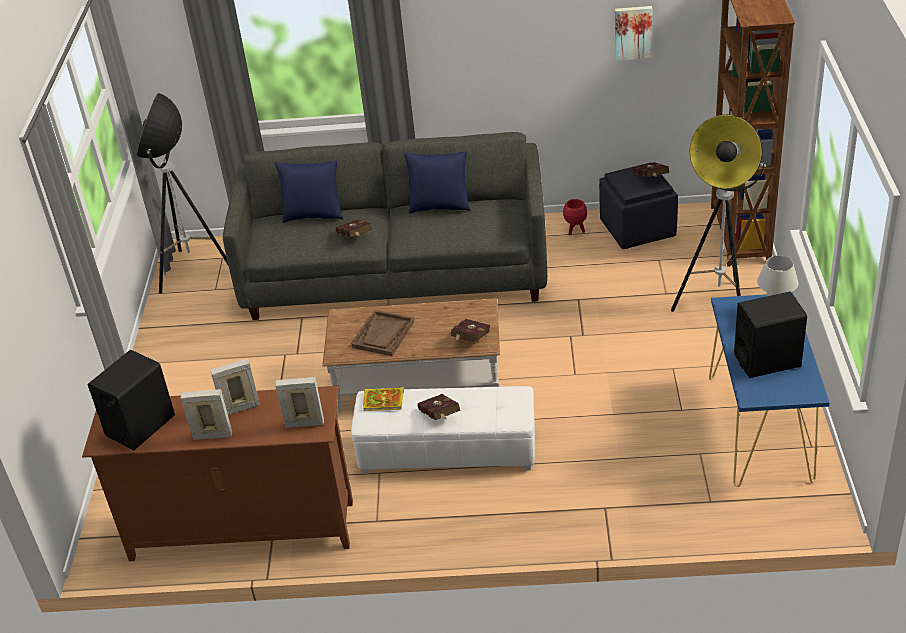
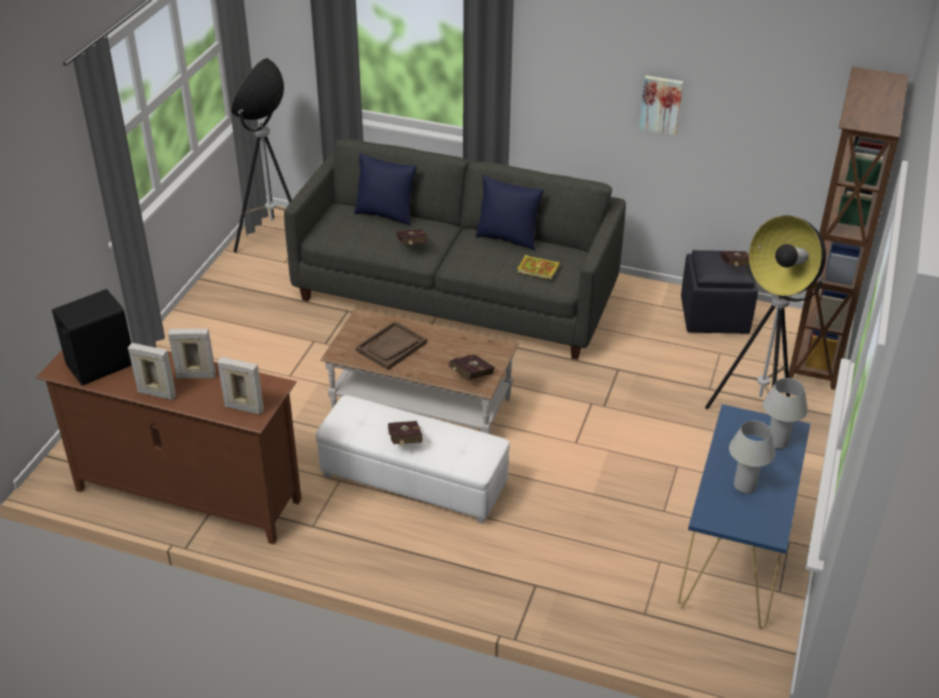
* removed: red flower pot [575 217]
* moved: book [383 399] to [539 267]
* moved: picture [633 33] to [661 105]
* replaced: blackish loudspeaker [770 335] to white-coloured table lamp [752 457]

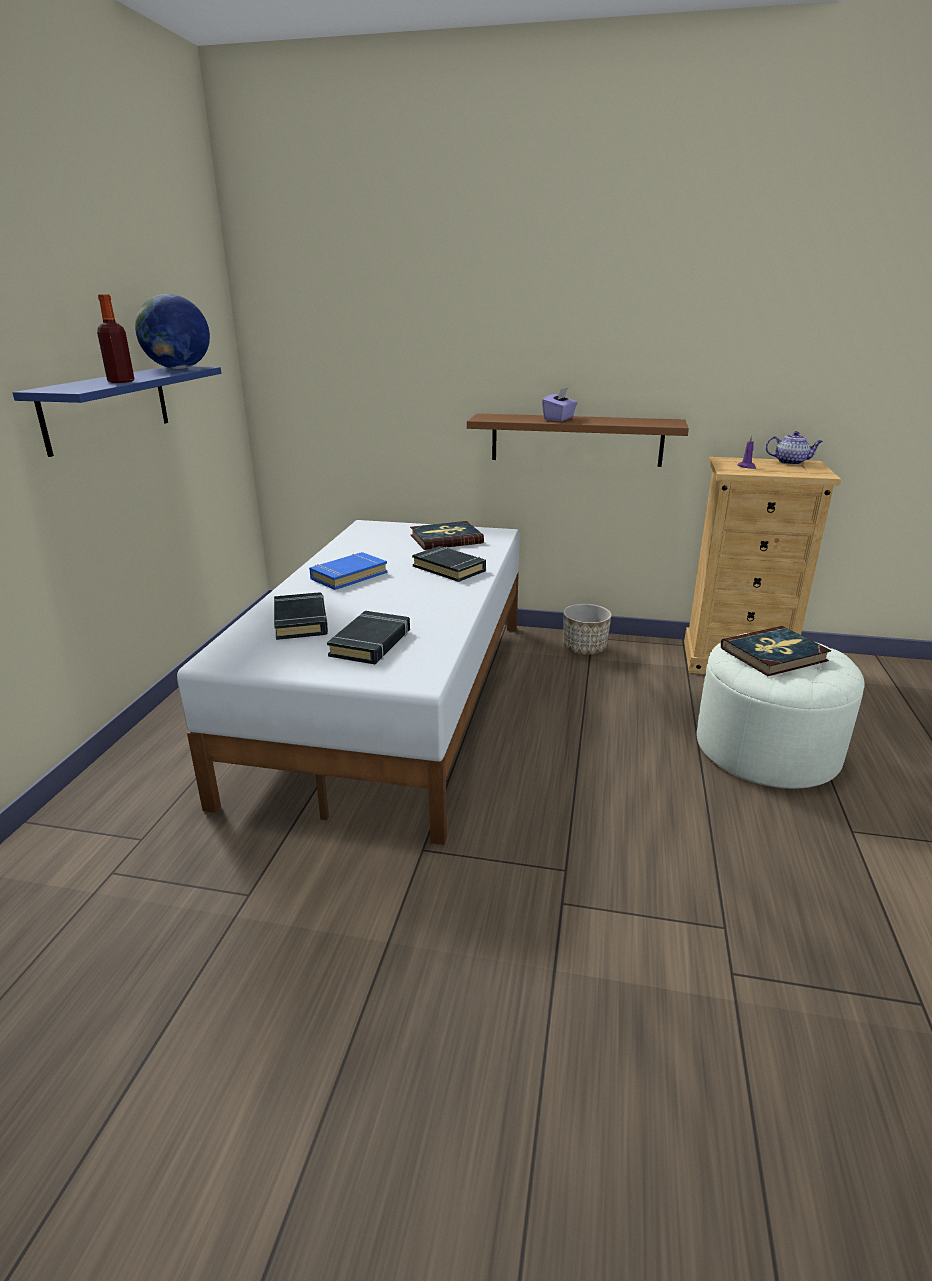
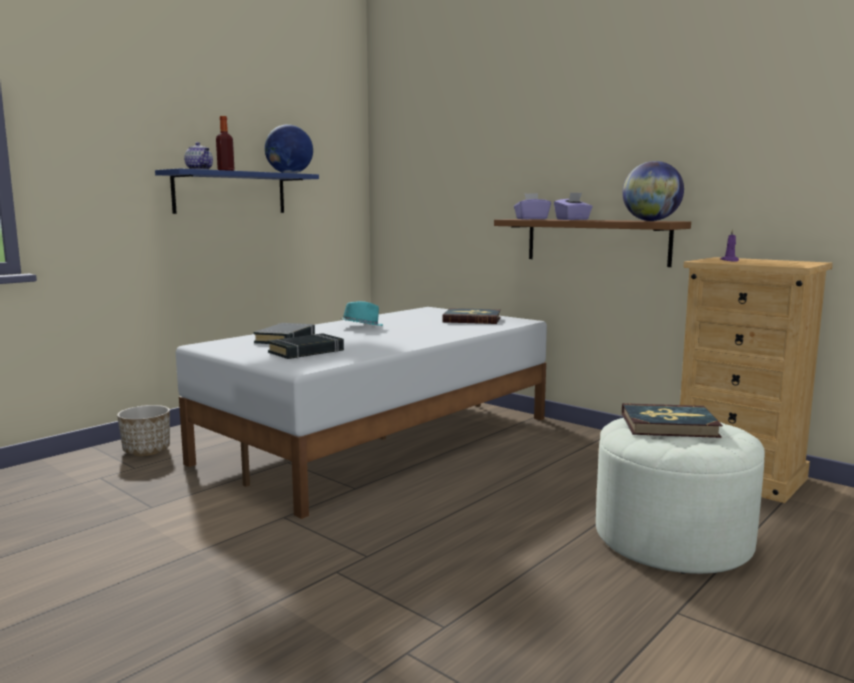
* removed: blackish book [449 564]
* added: purple-coloured box of tissues [532 206]
* added: globe [653 191]
* moved: flower pot [587 629] to [143 430]
* moved: tea pot [794 448] to [198 156]
* replaced: blue-coloured book [348 571] to blue-green hat [361 313]

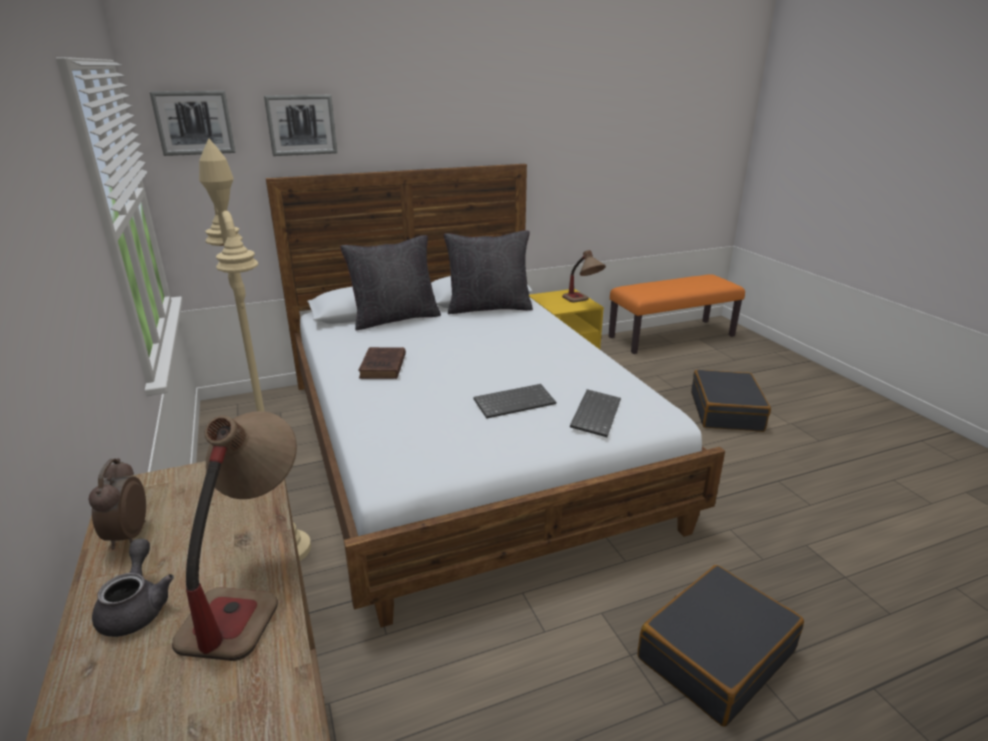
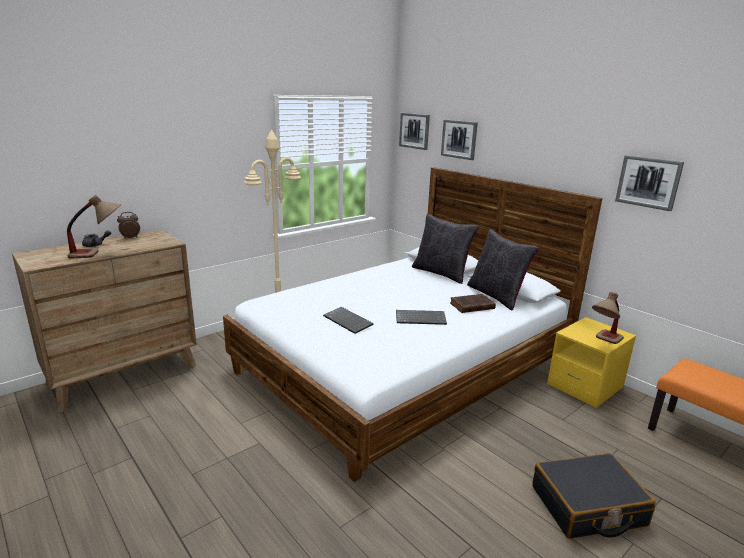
* removed: blackish suitcase [721 646]
* added: picture [649 183]
* moved: brown book [382 363] to [473 303]
* moved: PC keyboard [595 413] to [421 317]

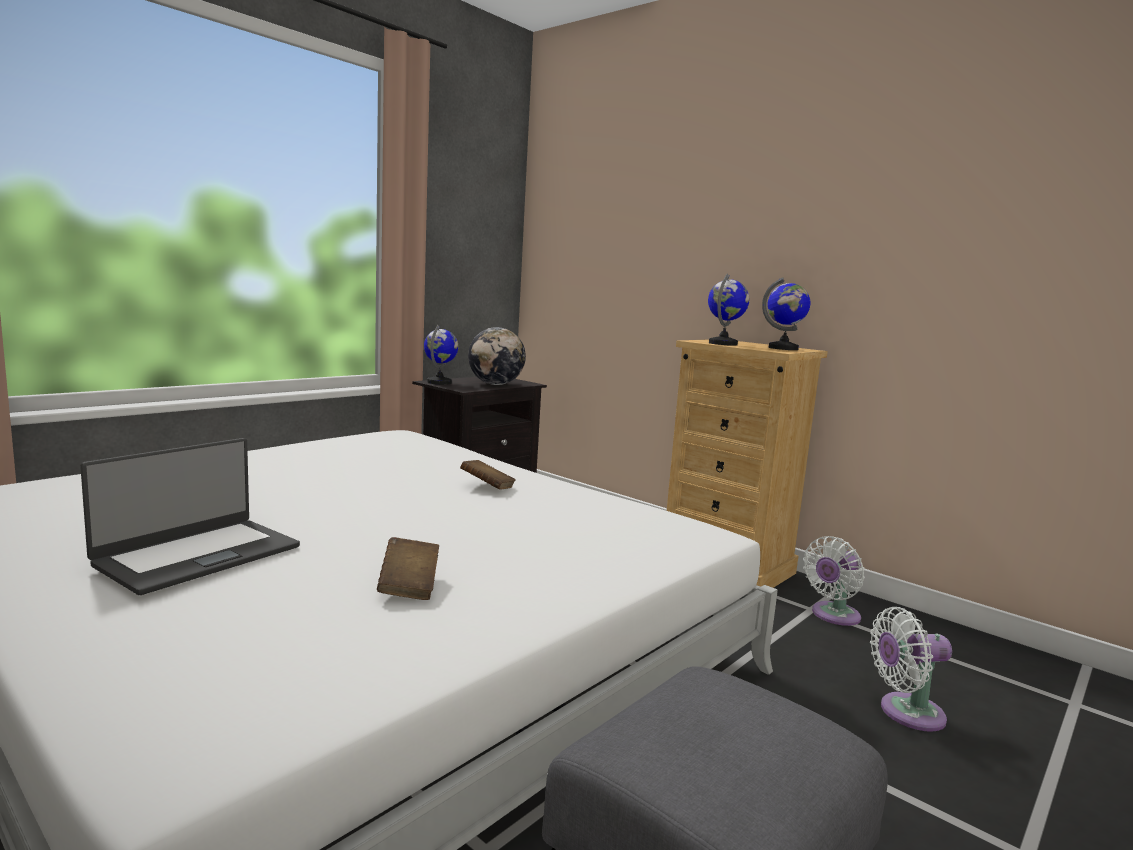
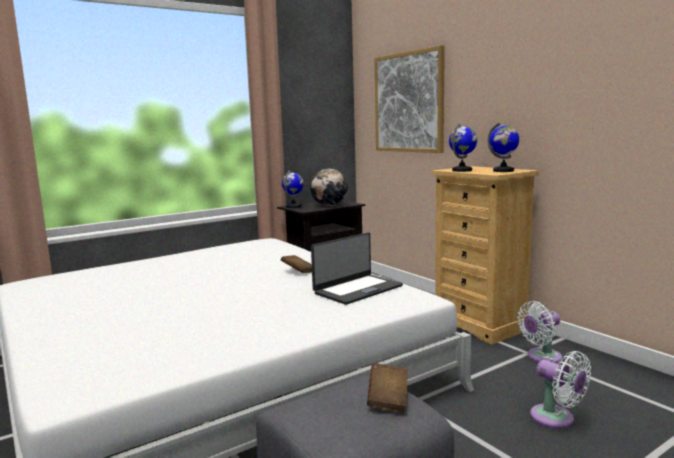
* added: picture [410 99]
* moved: portable computer [190 516] to [357 268]
* moved: brown book [408 568] to [387 387]
* turned: white-coloured cooling fan [911 669] = [560 390] 135 degrees counterclockwise

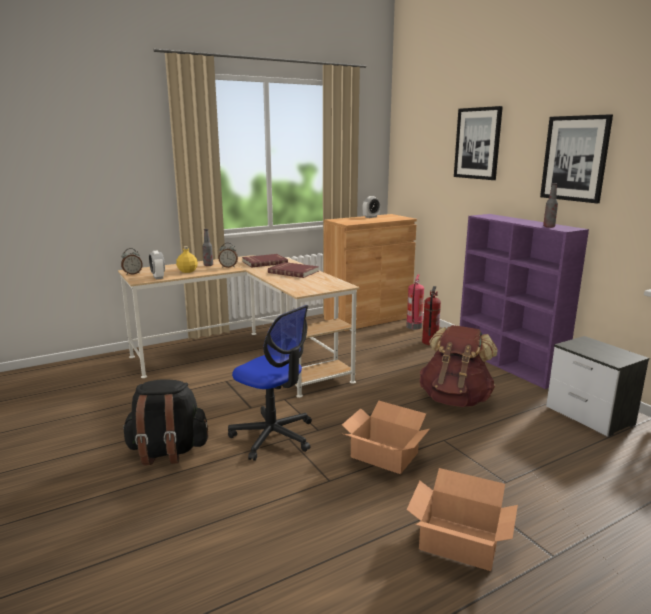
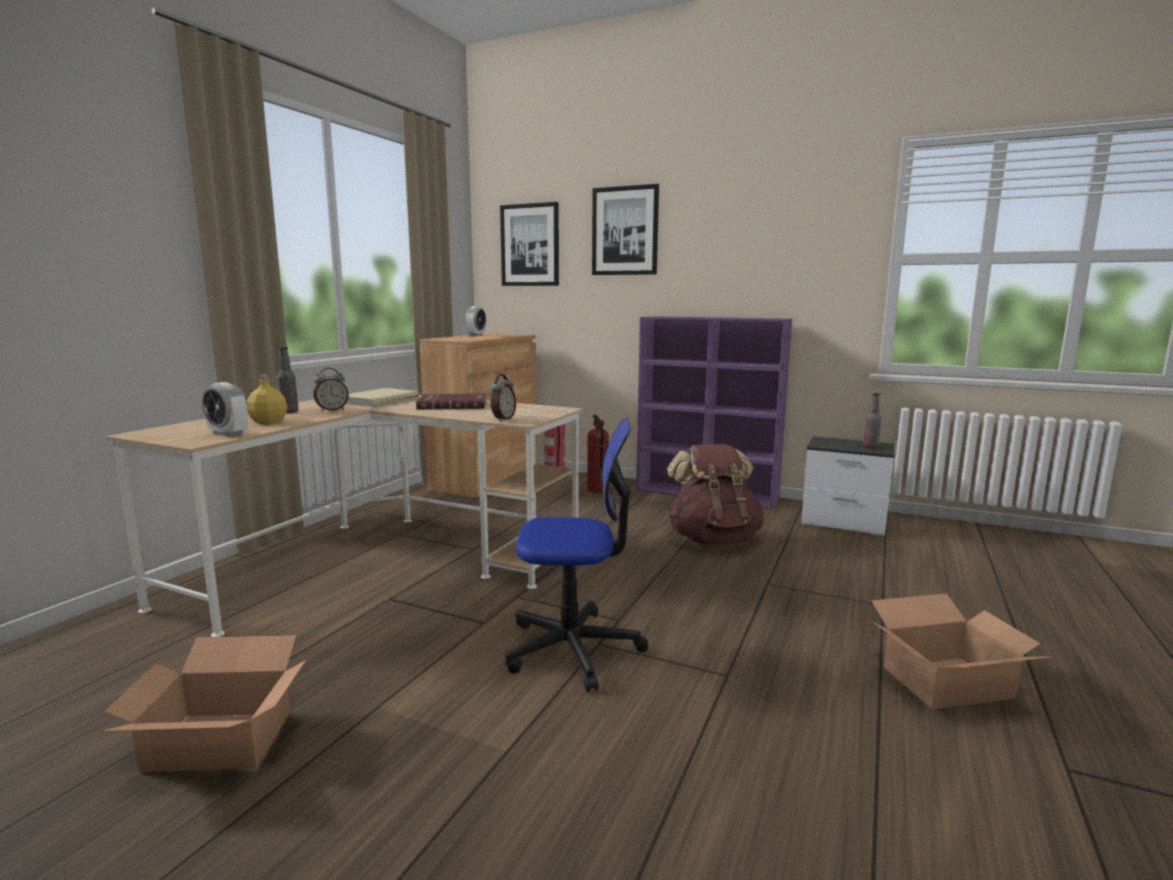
* removed: blackish backpack [165 422]
* moved: table clock [132 261] to [503 397]
* moved: packing box [386 437] to [204 703]
* moved: picture [576 158] to [529 244]
* moved: beverage bottle [550 205] to [872 420]
* recoloured: red book [265 261] to sand-coloured book [382 397]

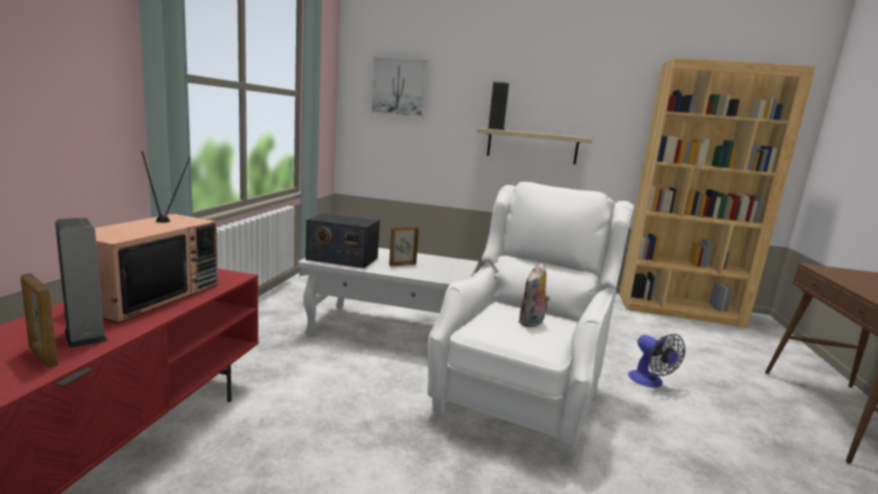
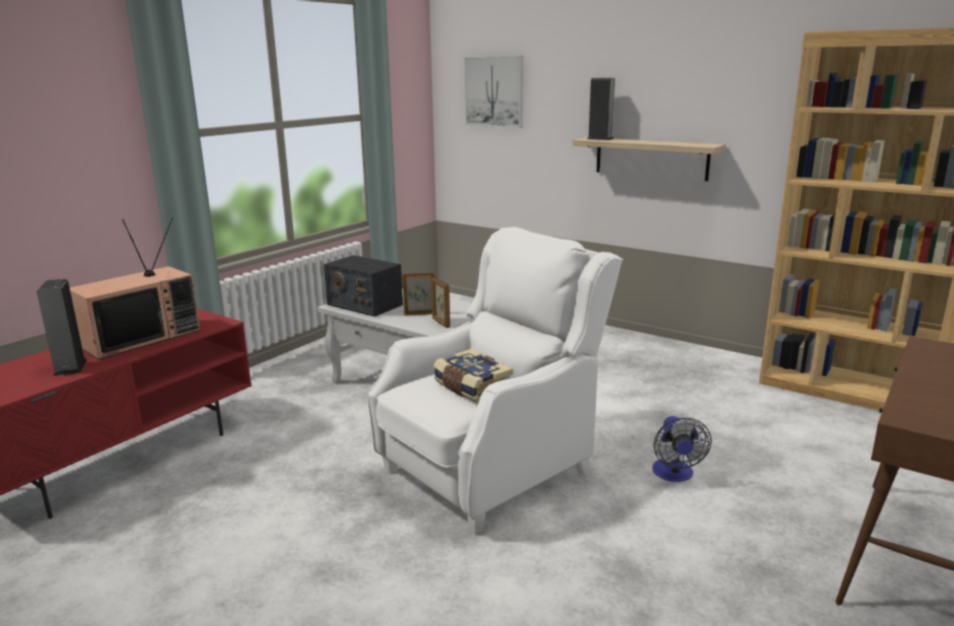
* moved: photo frame [39 320] to [440 302]
* replaced: plush toy [534 295] to book [473 376]

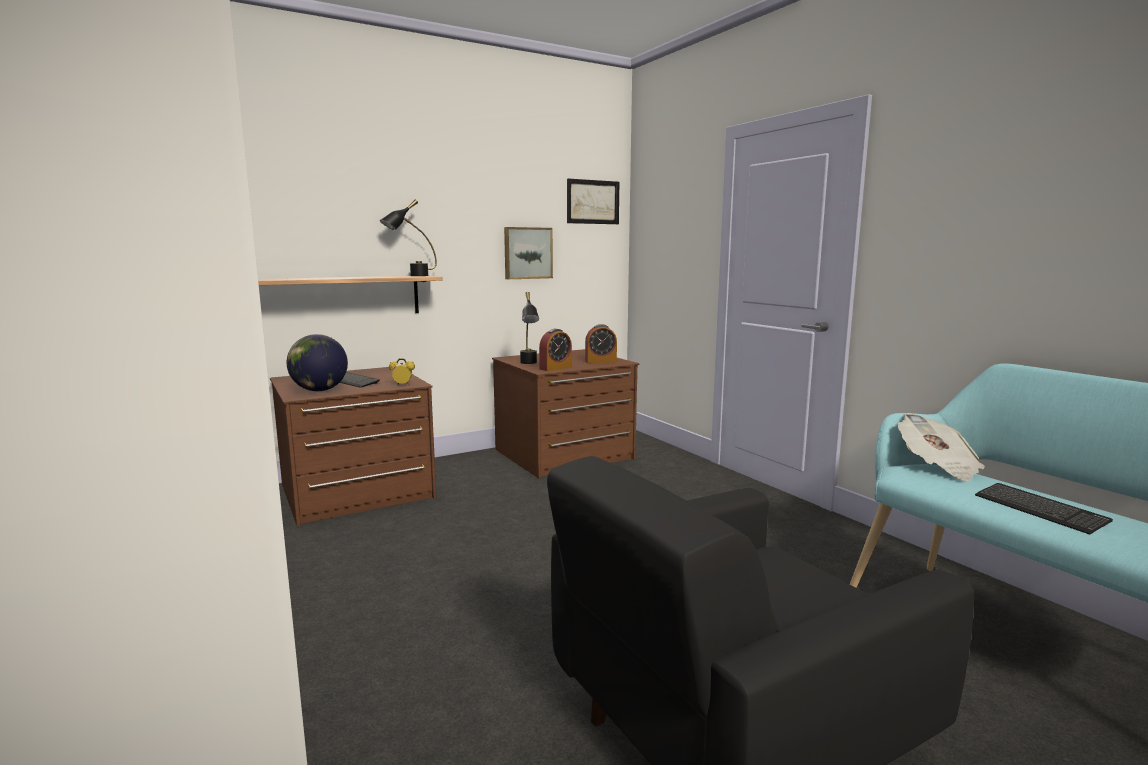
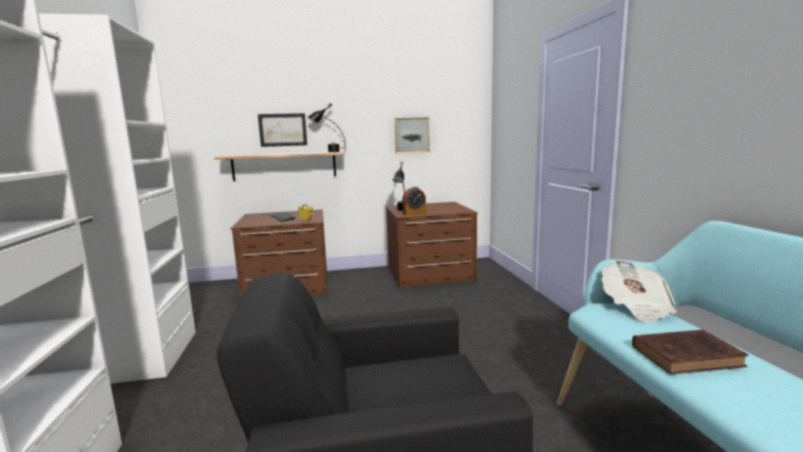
* removed: globe [317 362]
* removed: table clock [601 343]
* moved: picture [593 201] to [282 130]
* replaced: PC keyboard [1044 509] to brown book [690 352]

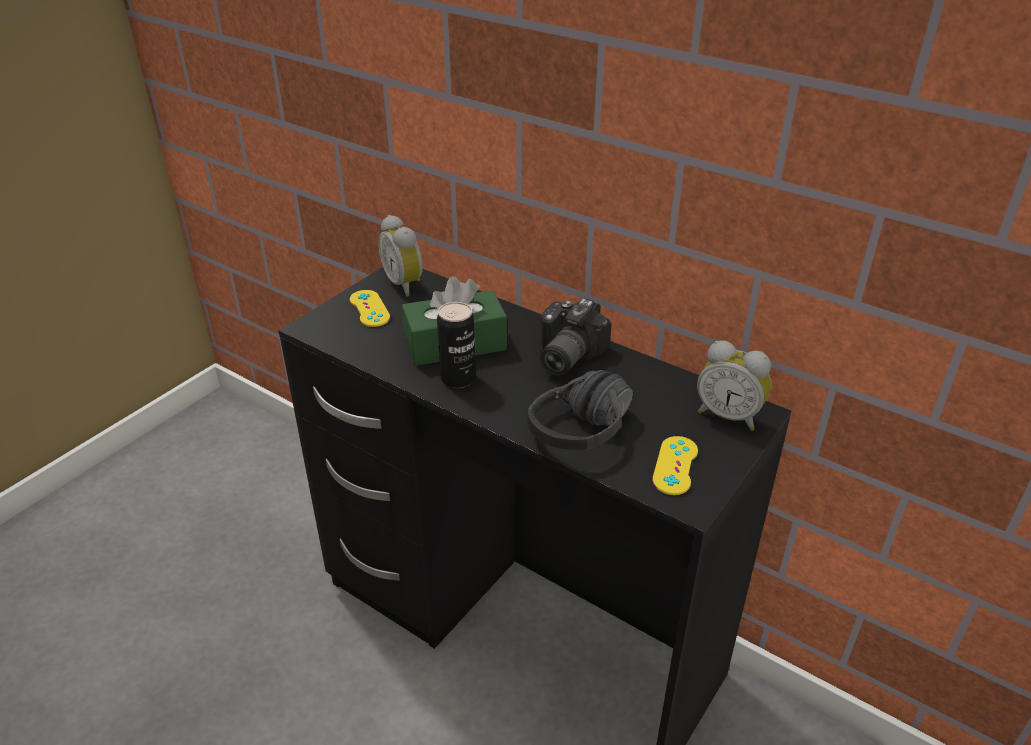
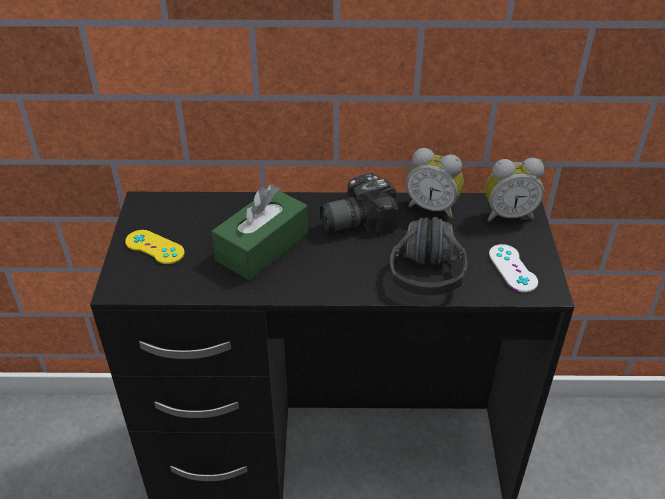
* removed: metal can [456 345]
* moved: table clock [400 256] to [435 183]
* recoloured: yellow gamepad [675 465] to white-coloured gamepad [513 268]
* turned: still camera [576 337] = [359 202] 75 degrees clockwise

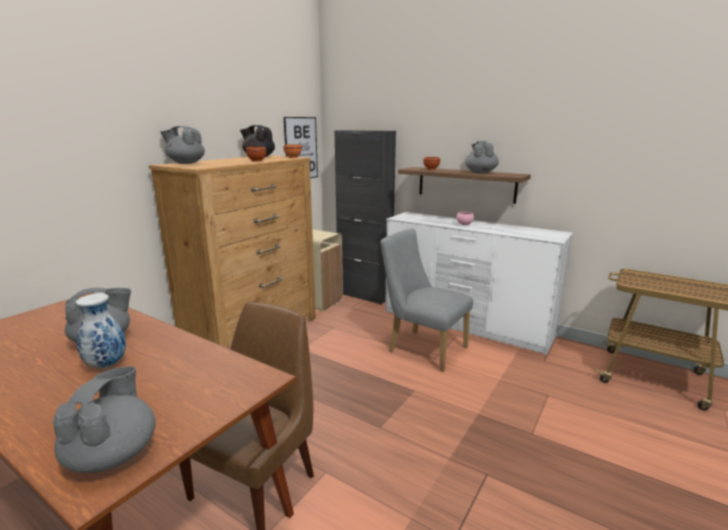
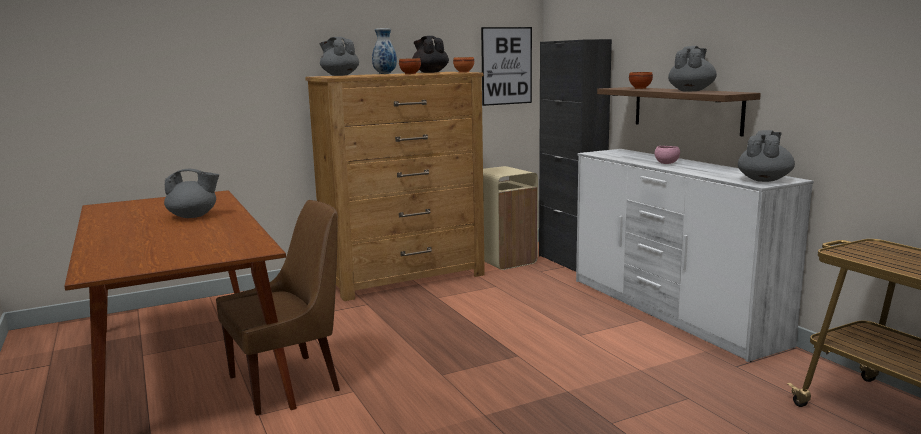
* removed: gray plain chair [426 300]
* moved: gray tea pot [104 419] to [766 156]
* moved: flower vase [101 330] to [384 51]

